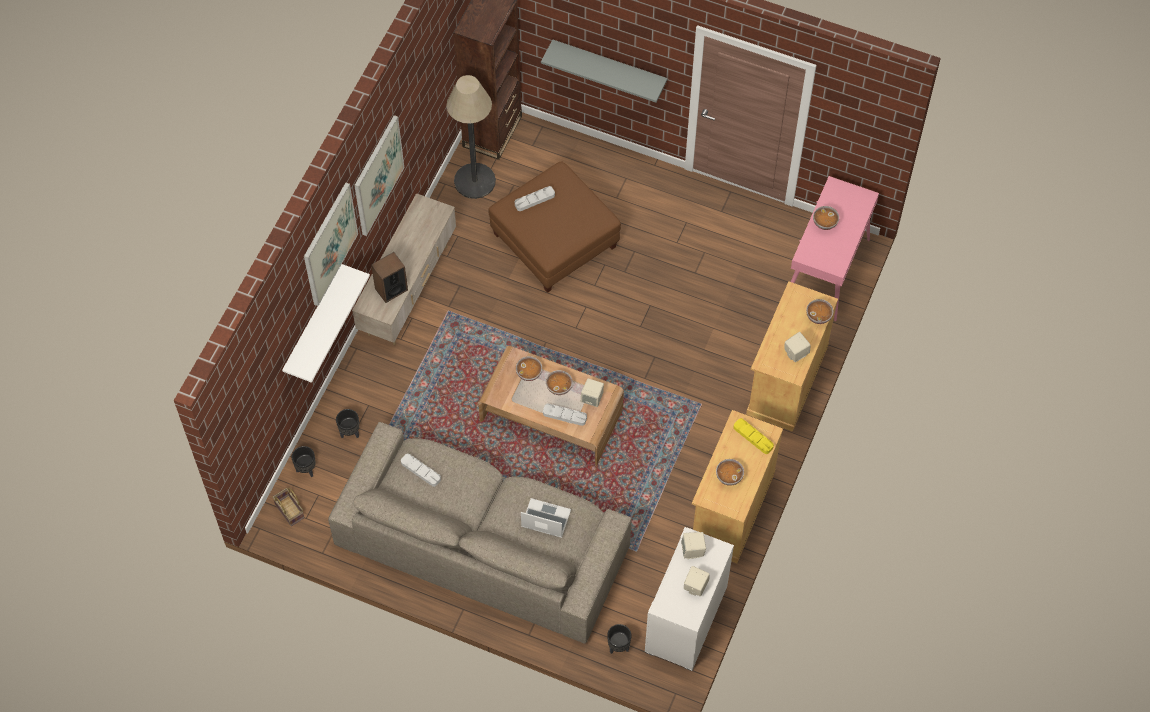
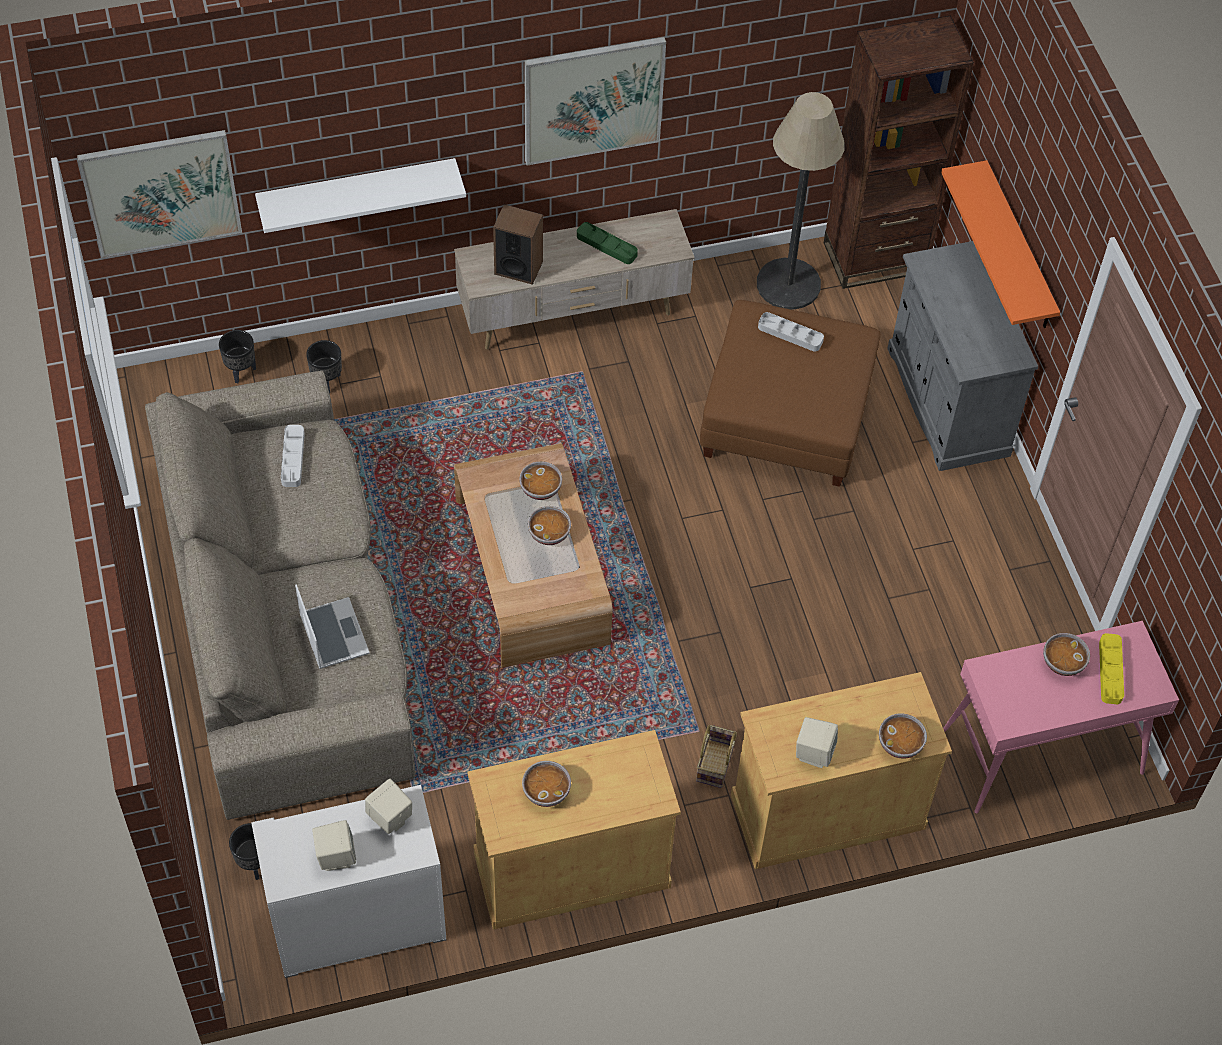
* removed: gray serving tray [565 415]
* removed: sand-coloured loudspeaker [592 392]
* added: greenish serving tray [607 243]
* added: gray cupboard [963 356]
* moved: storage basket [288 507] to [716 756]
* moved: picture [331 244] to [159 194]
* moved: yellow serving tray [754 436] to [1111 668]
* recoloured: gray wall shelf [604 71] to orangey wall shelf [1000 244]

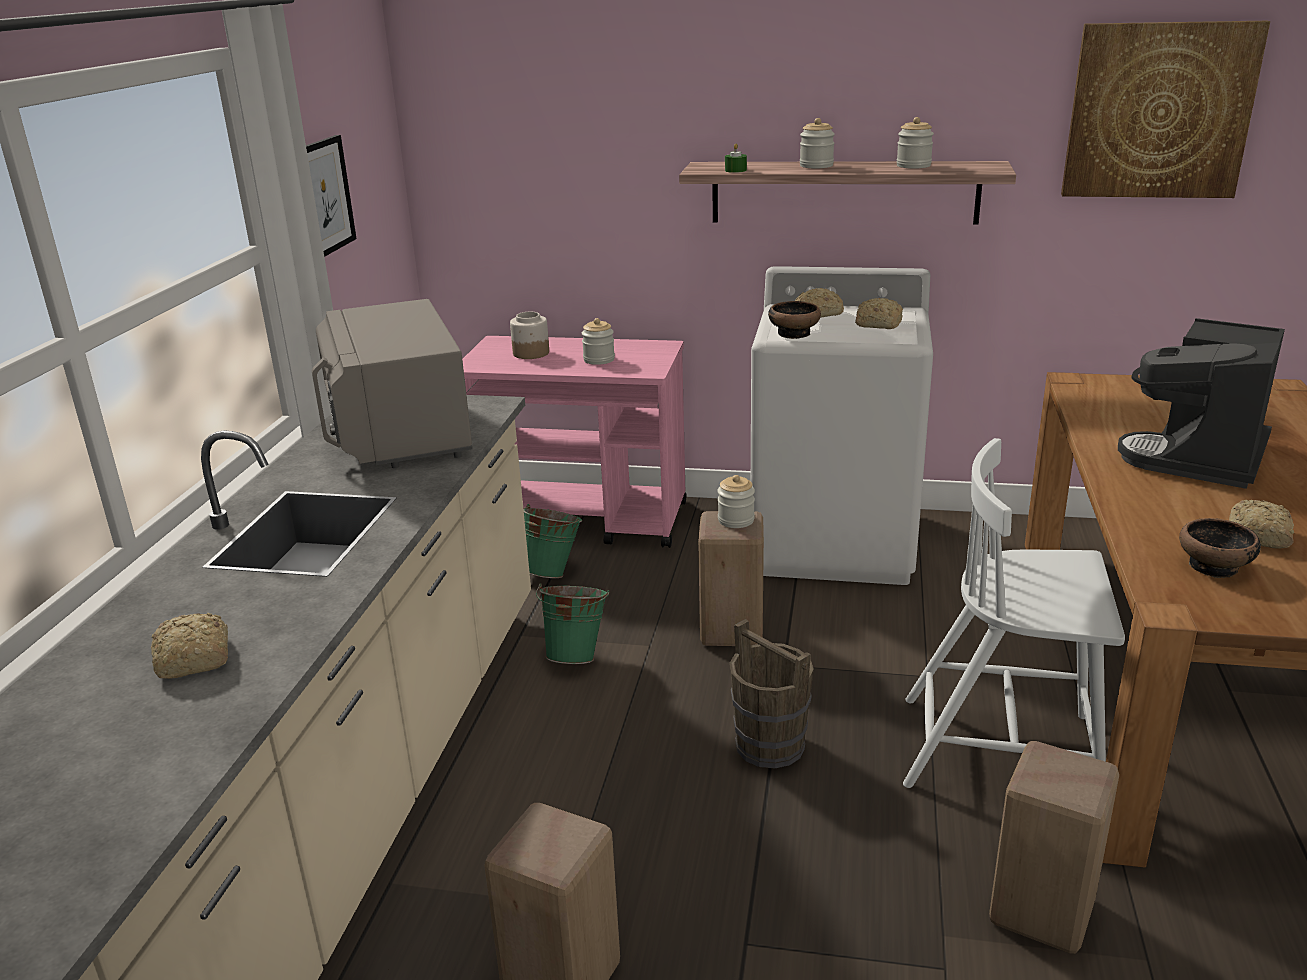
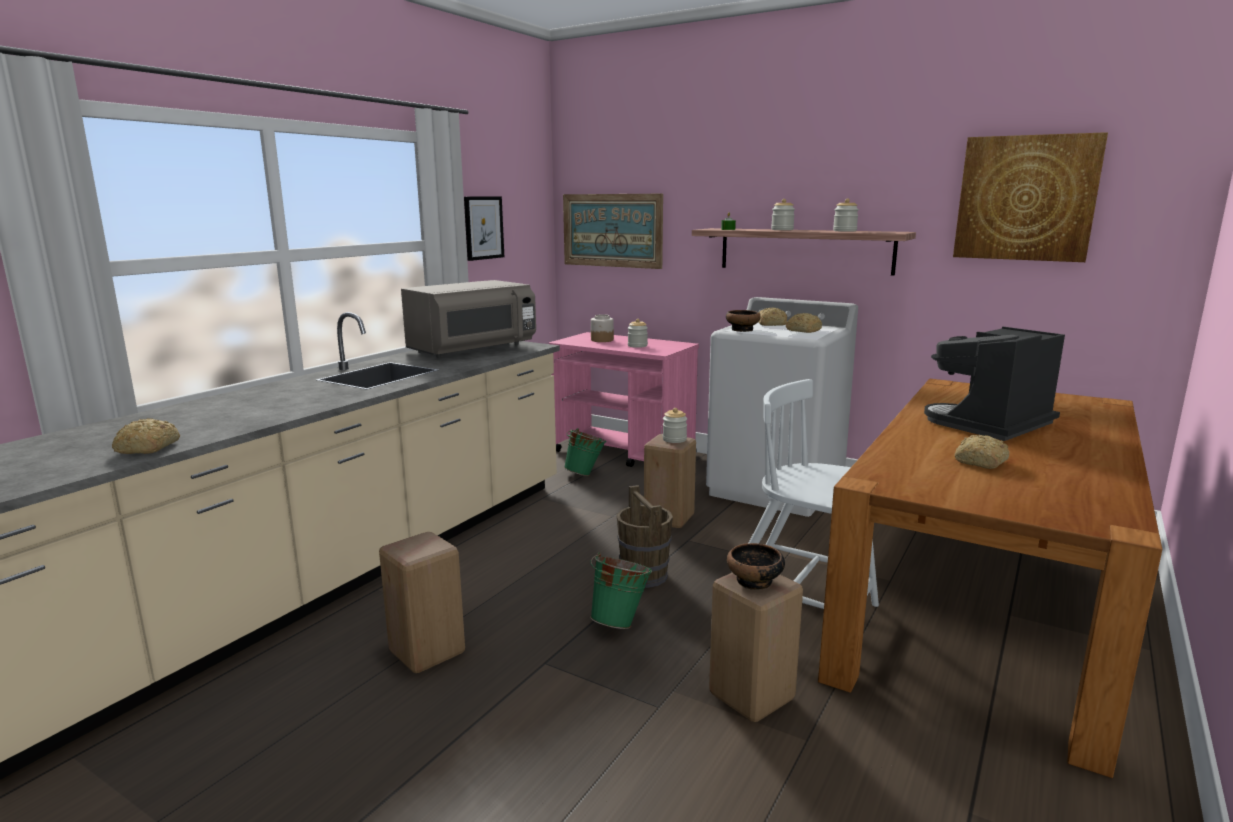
* added: picture [613 231]
* moved: bakery bread [189 646] to [146 436]
* moved: greenish water bucket [572 623] to [621 590]
* moved: deep dish [1220 548] to [756 566]
* turned: gray microwave oven [392 383] = [468 319] 135 degrees counterclockwise

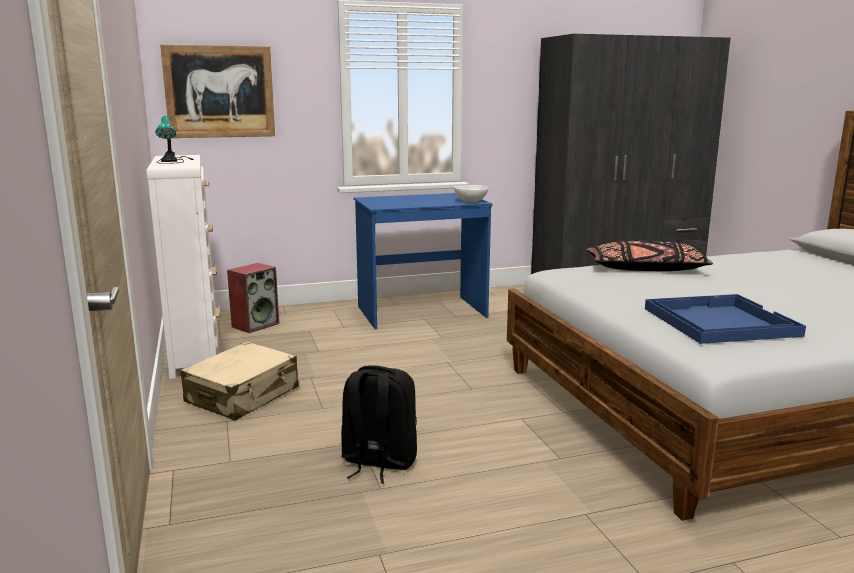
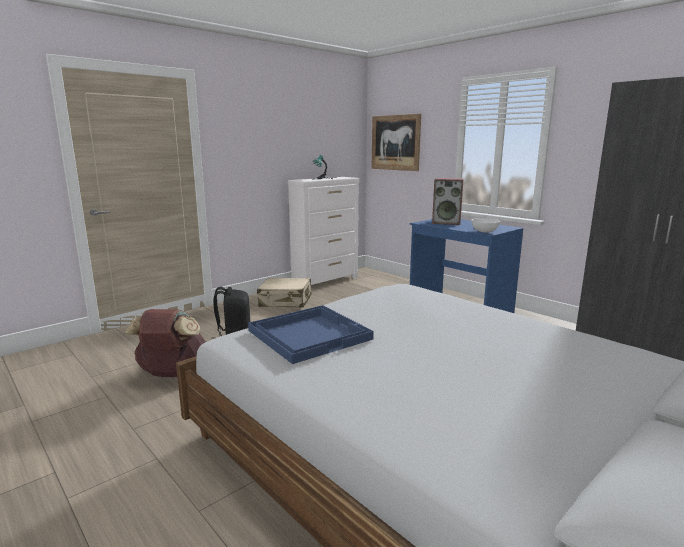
* removed: blackish cushion [650 255]
* added: brown backpack [165 343]
* moved: loudspeaker [253 298] to [447 201]

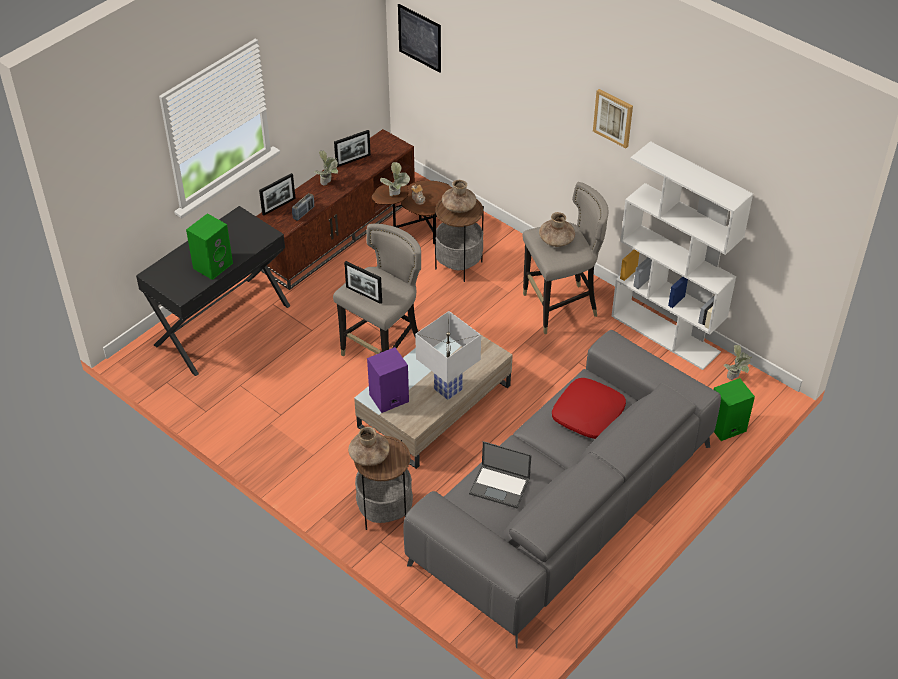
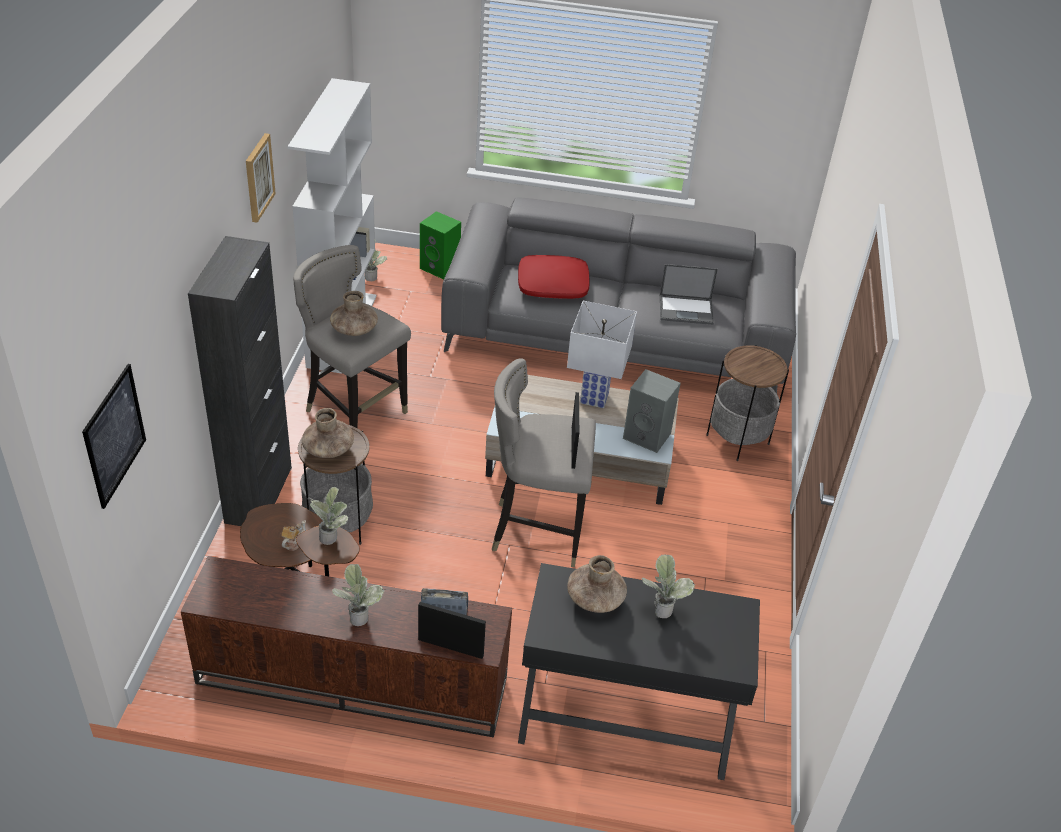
* removed: photo frame [352 148]
* added: blackish cupboard [240 381]
* moved: brown flower vase [369 446] to [597 584]
* replaced: greenish loudspeaker [209 246] to plant in a pot [668 586]
* recoloured: purple-coloured loudspeaker [388 380] to gray loudspeaker [652 411]
* turned: portable computer [500 475] = [689 294] 105 degrees clockwise

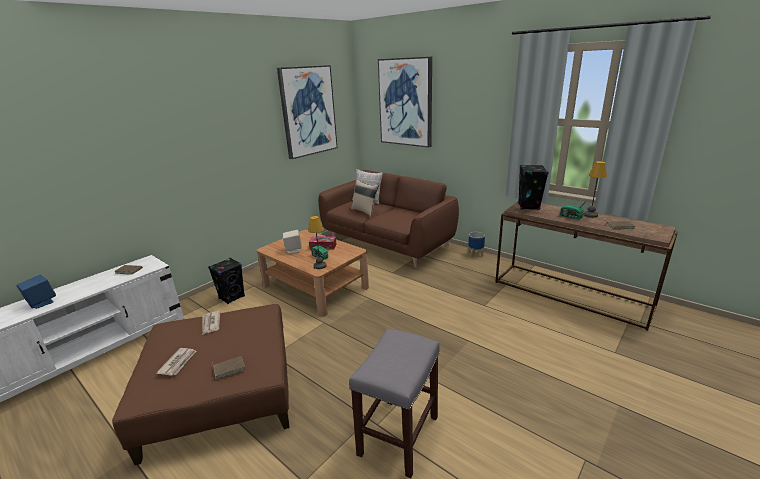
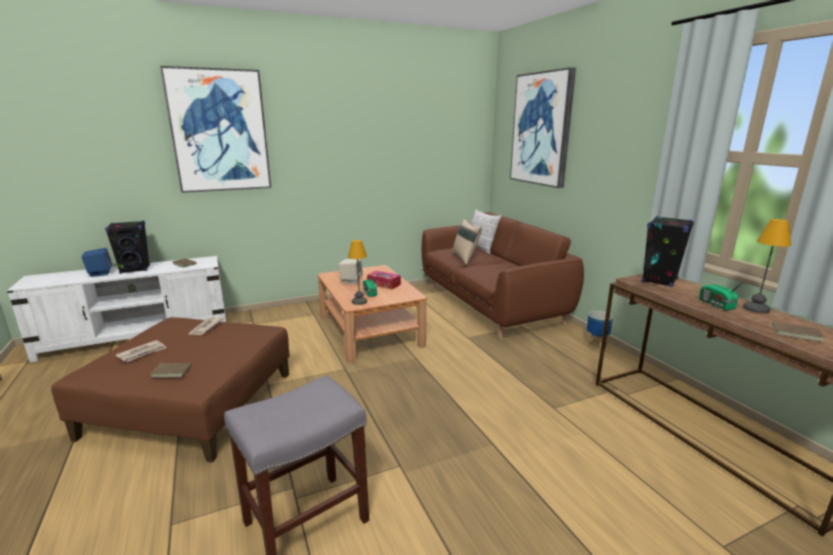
* moved: blackish loudspeaker [226 281] to [127 247]
* moved: picture [307 112] to [215 129]

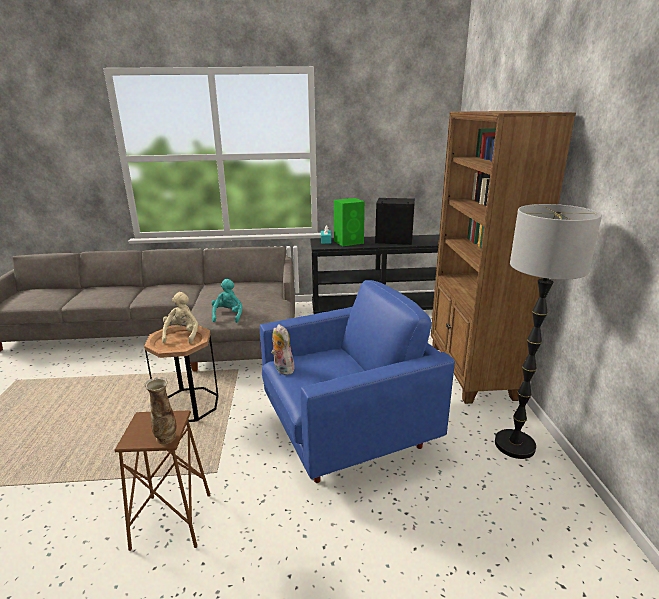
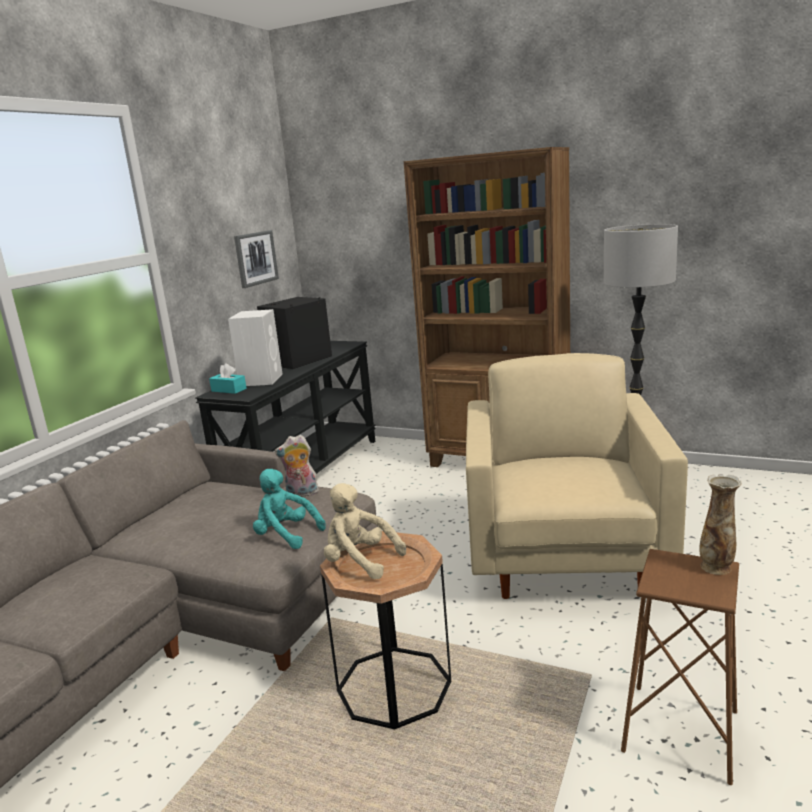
* added: picture [256 259]
* moved: plush toy [282 349] to [296 466]
* recoloured: blue-coloured easy chair [357 381] to sand-coloured easy chair [577 476]
* recoloured: greenish loudspeaker [349 222] to white-coloured loudspeaker [255 347]

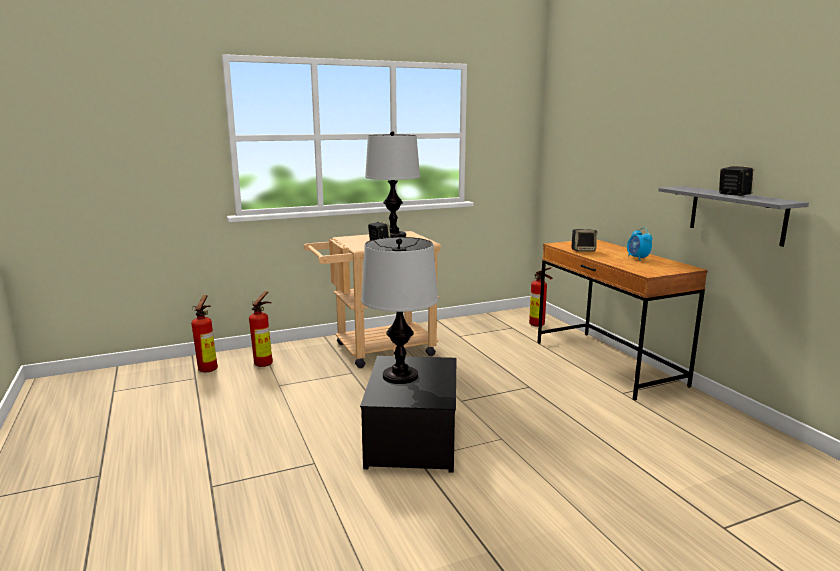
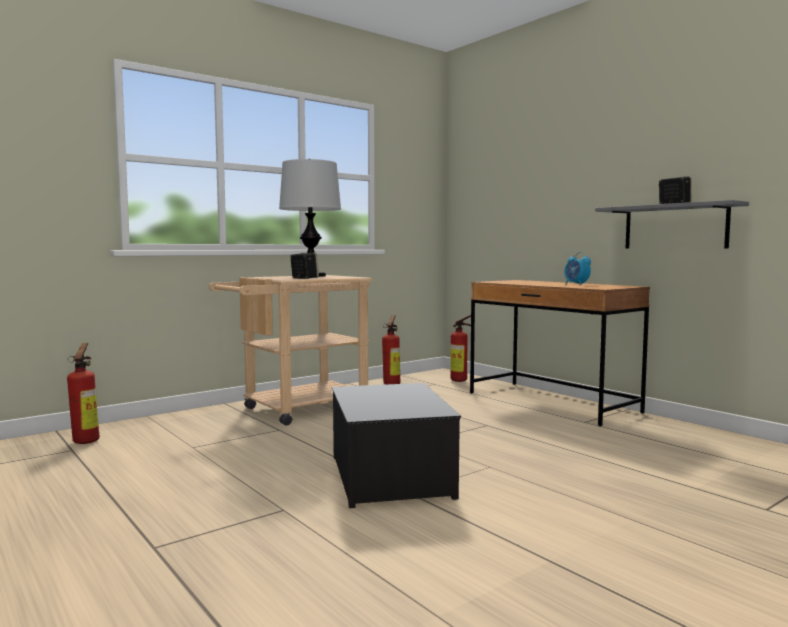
* removed: table lamp [399 310]
* removed: loudspeaker [584 240]
* moved: fire extinguisher [261 329] to [391 350]

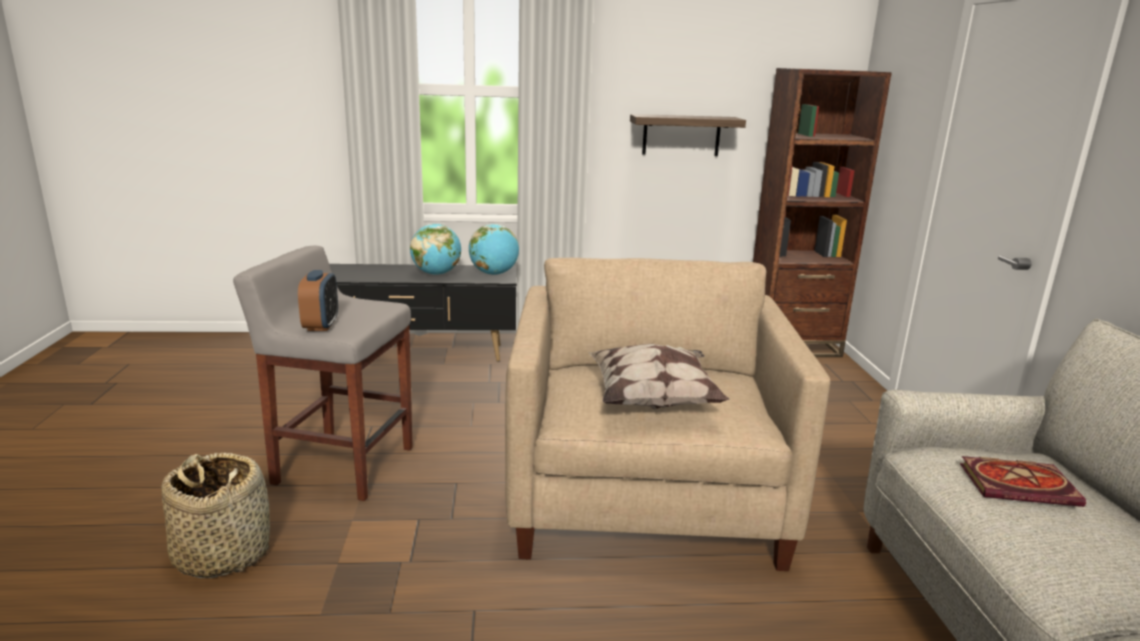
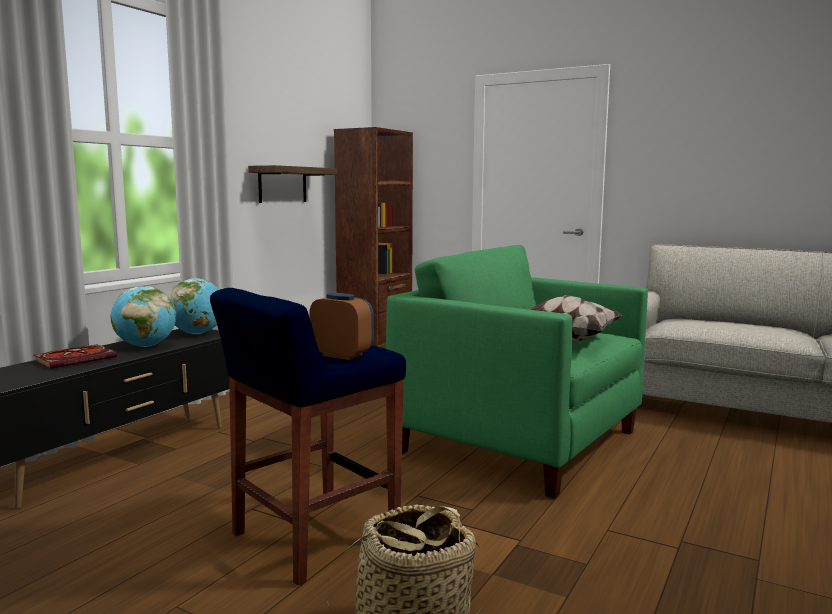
* moved: book [1023 481] to [75 356]
* recoloured: gray sitting stool [323 373] to blue-coloured sitting stool [308 437]
* recoloured: sand-coloured easy chair [667 414] to greenish easy chair [517 372]

